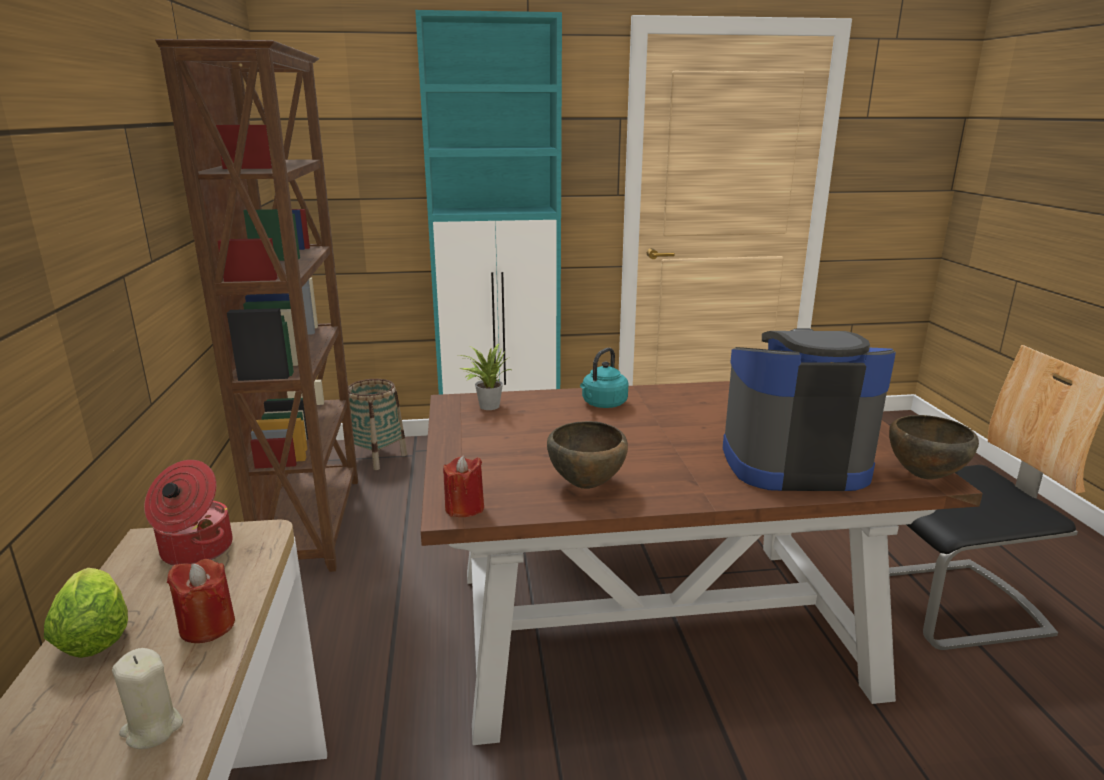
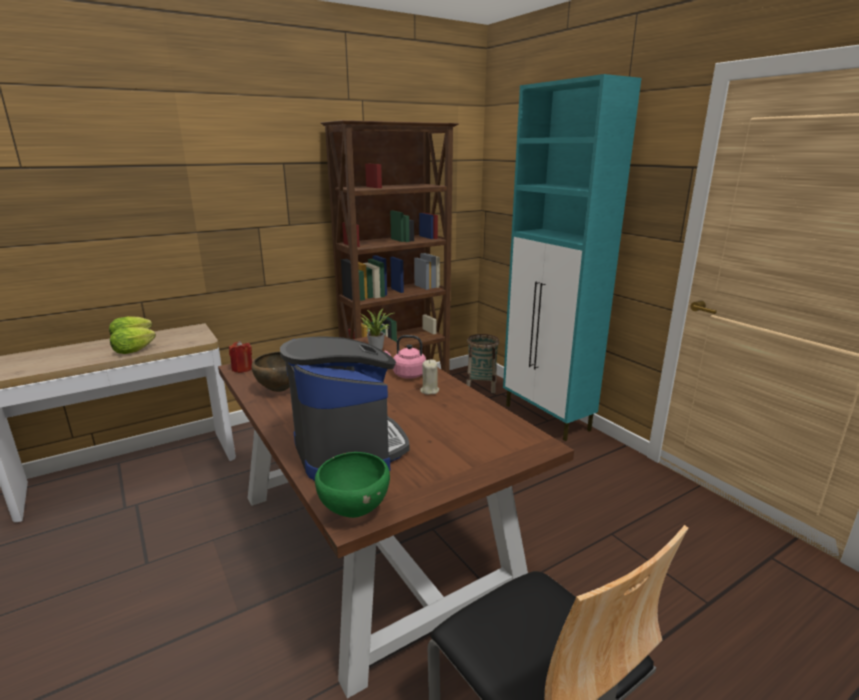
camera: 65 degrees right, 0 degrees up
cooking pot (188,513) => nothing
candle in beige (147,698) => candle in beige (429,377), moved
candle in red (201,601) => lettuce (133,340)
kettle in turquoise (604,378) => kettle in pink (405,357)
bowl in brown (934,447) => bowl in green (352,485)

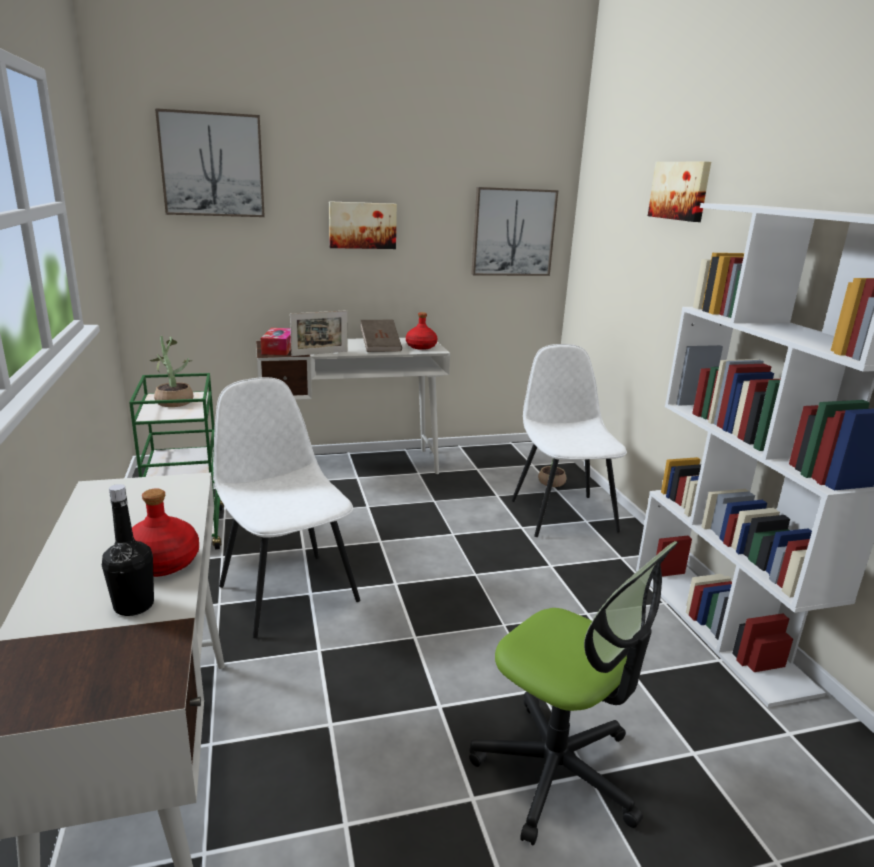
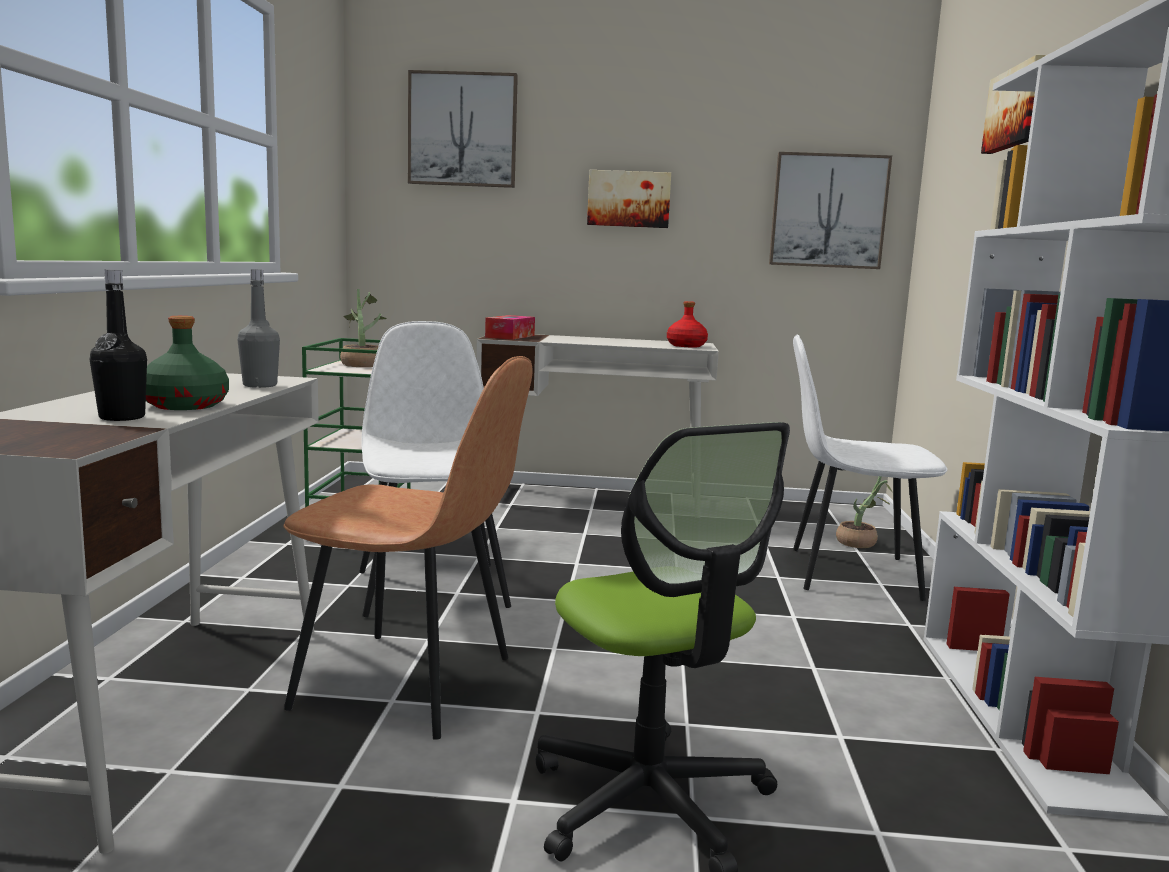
camera: 20 degrees right, 10 degrees down
picture frame (319,333) => nothing
book in brown (381,336) => nothing
nothing => bottle in grey (258,328)
nothing => chair in brown (408,548)
bottle in red (165,532) => bottle in green (187,363)
chair in white (569,440) => chair in white (870,468), 90 degrees counterclockwise

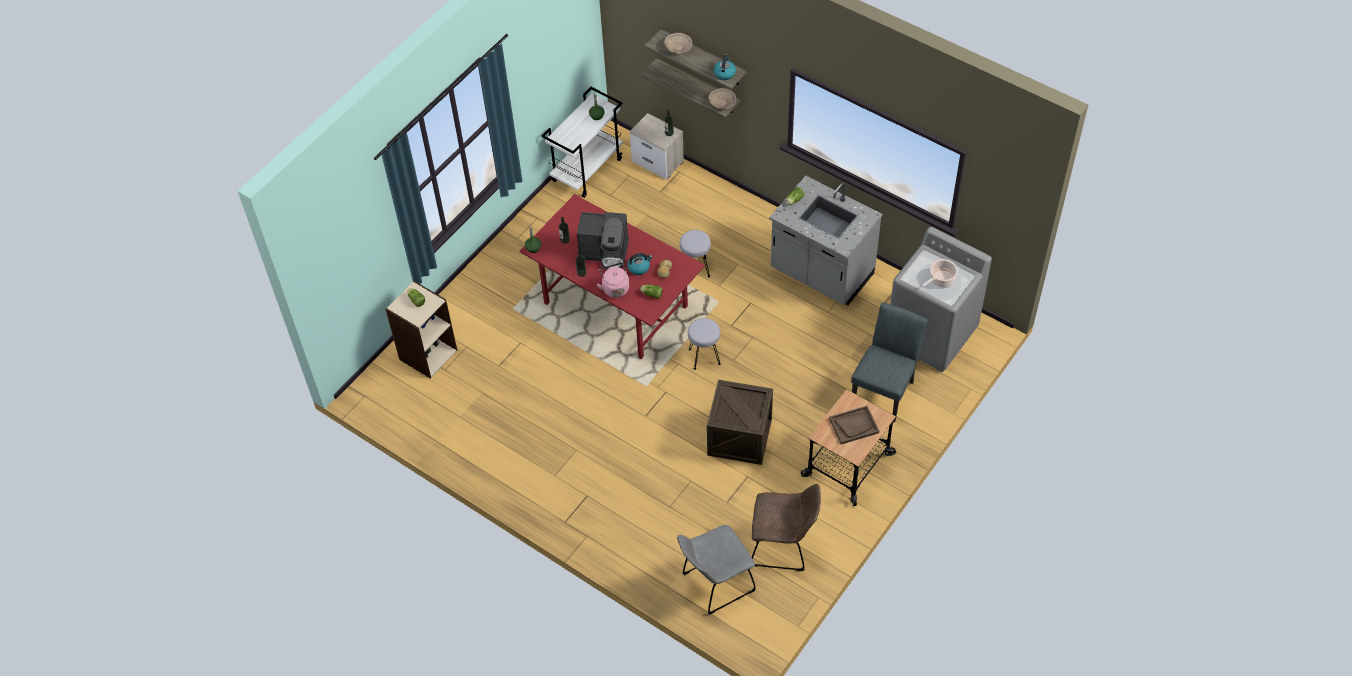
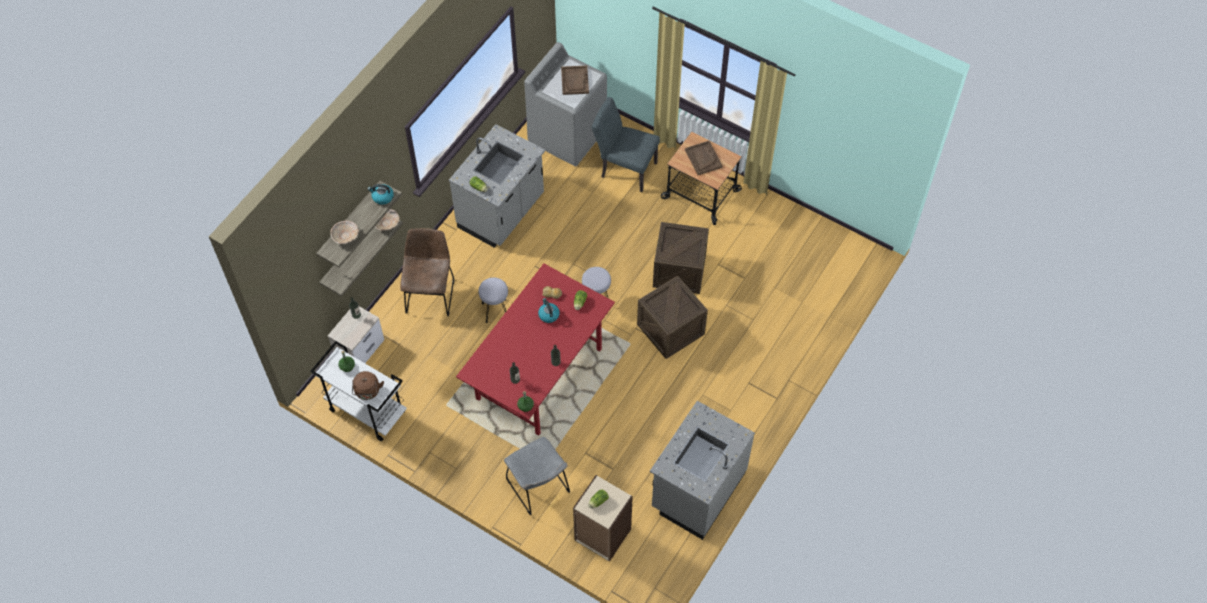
camera: 95 degrees left, 5 degrees up
coffee machine (603,241) => nothing
kettle in pink (613,280) => nothing
nothing => kettle in brown (368,385)
nothing => crate (672,317)
nothing => counter in grey (702,470)
chair in grey (716,570) => chair in grey (537,476), moved
chair in brown (786,527) => chair in brown (427,272), moved
cooking pot (940,273) => tray in brown (575,80)

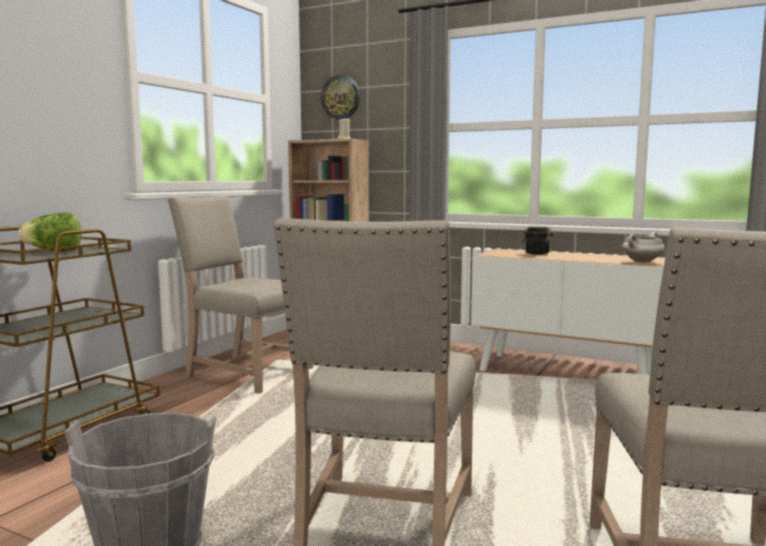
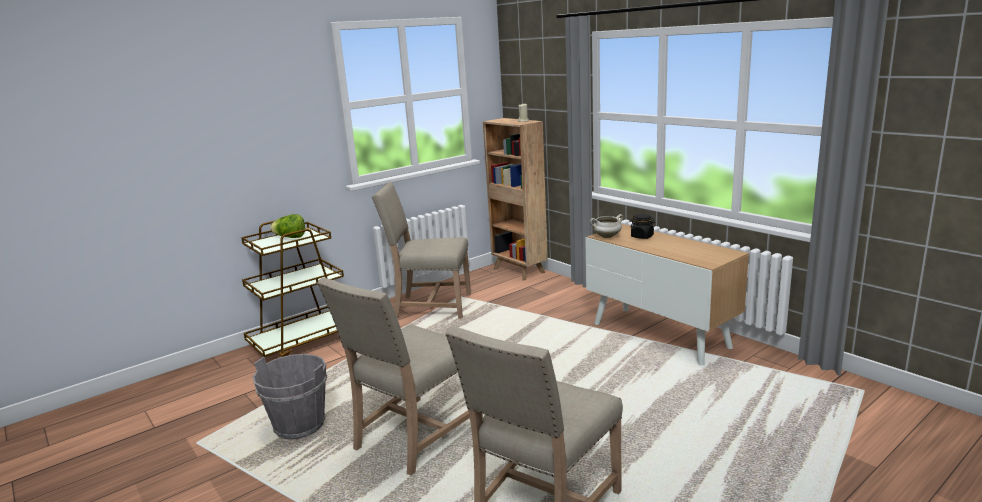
camera: 25 degrees right, 10 degrees up
wall clock (340,97) => nothing
cooking pot in white (643,247) => cooking pot in white (606,226), moved
chair in beige (240,295) => chair in beige (421,250), 45 degrees counterclockwise

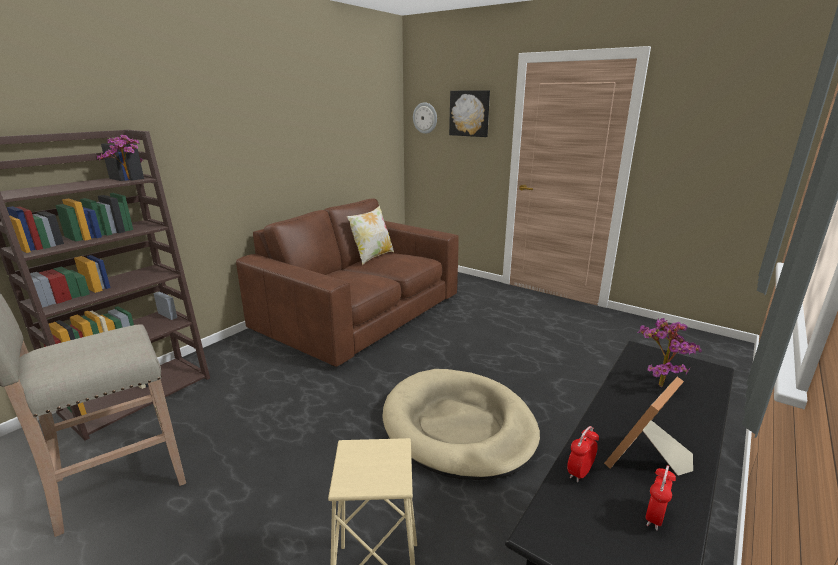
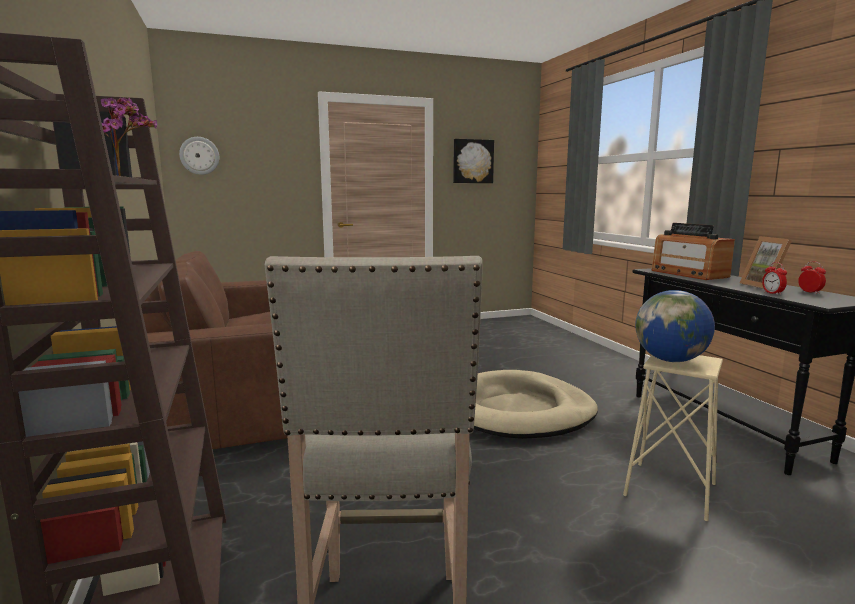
camera: 55 degrees left, 10 degrees down
pillow (370,235) => nothing
nothing => globe (675,326)
picture (469,113) => picture (473,161), moved
potted plant (670,352) => radio (693,251)

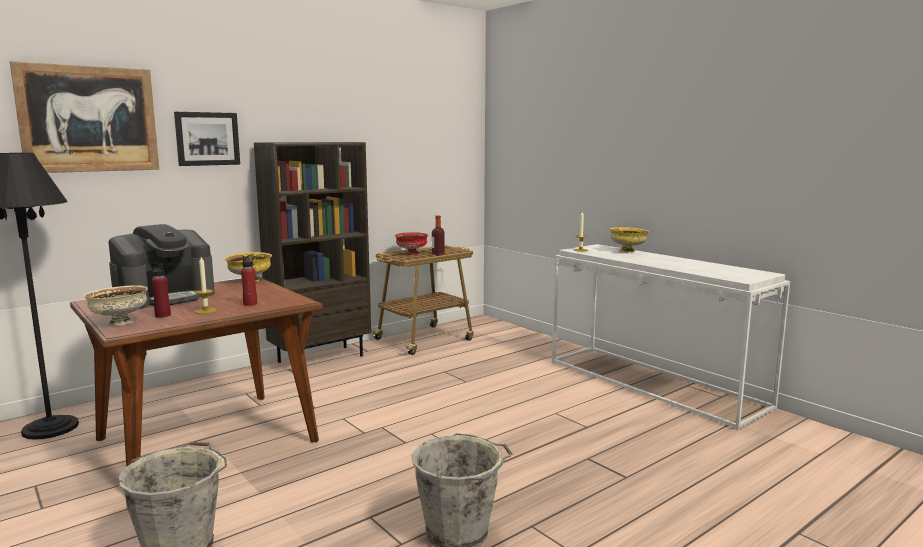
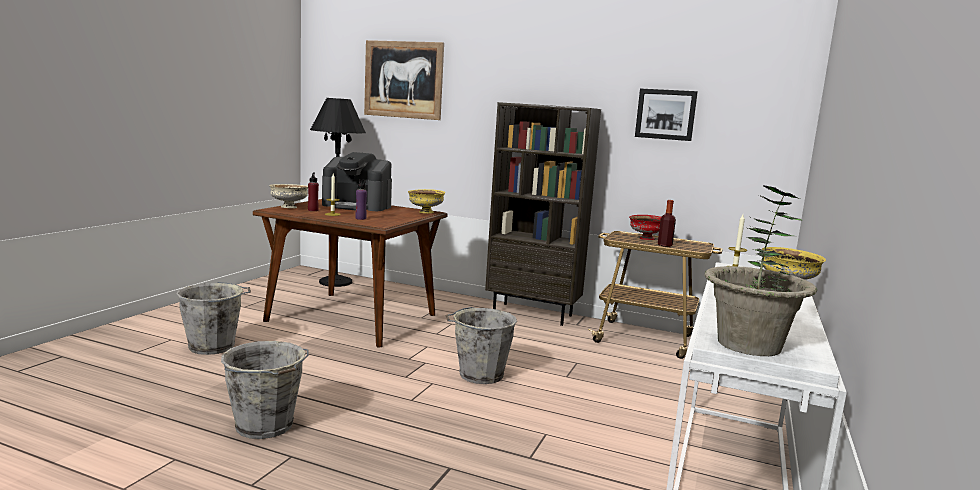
camera: 60 degrees right, 0 degrees up
nothing => bucket in grey (481,345)
nothing => potted plant (760,270)
picture (207,139) => picture (666,114), moved
bottle in red (249,280) => bottle in purple (361,199)

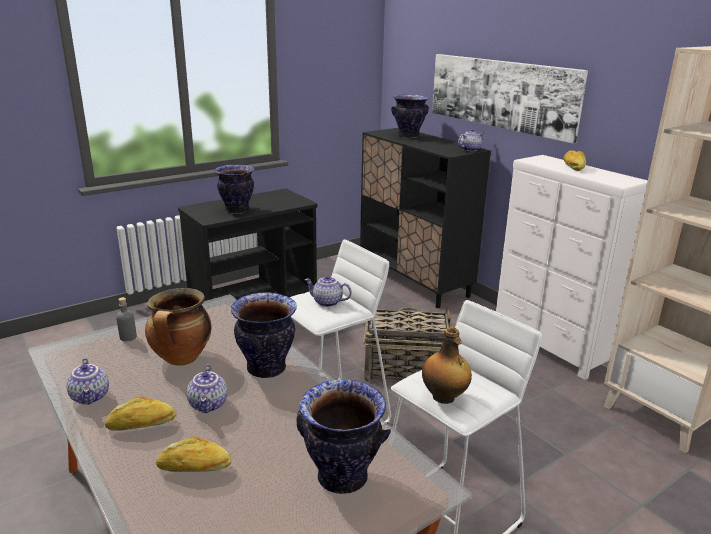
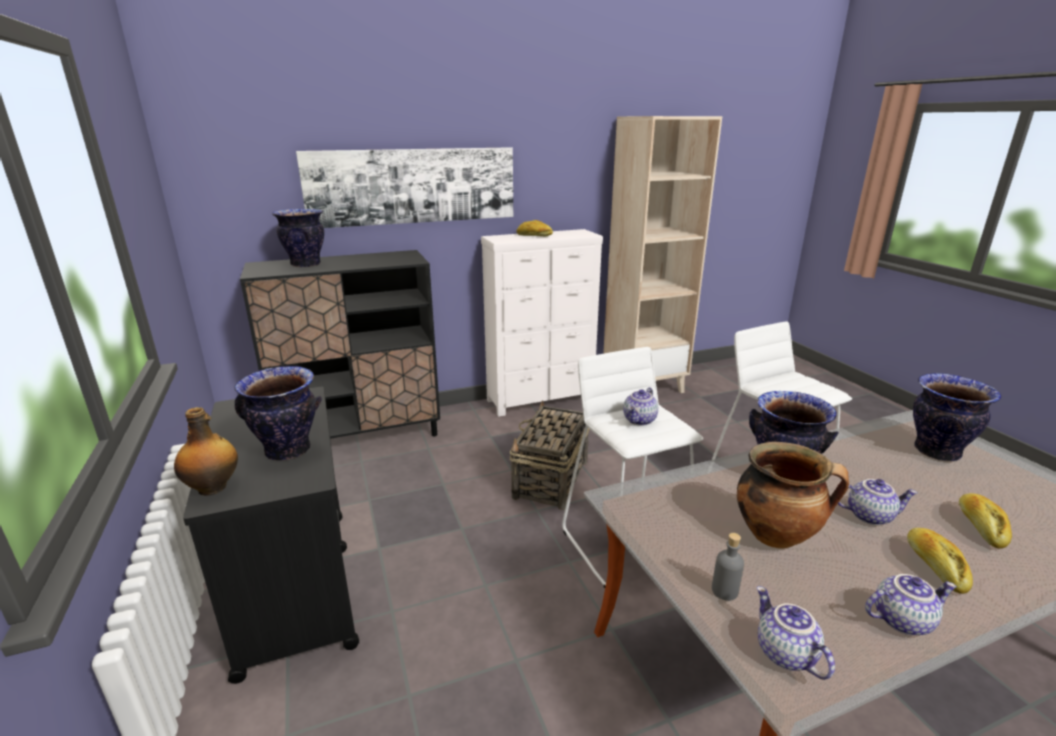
camera: 75 degrees left, 0 degrees up
bottle (447,365) => bottle (206,451), moved
teapot (471,140) => teapot (796,633), moved

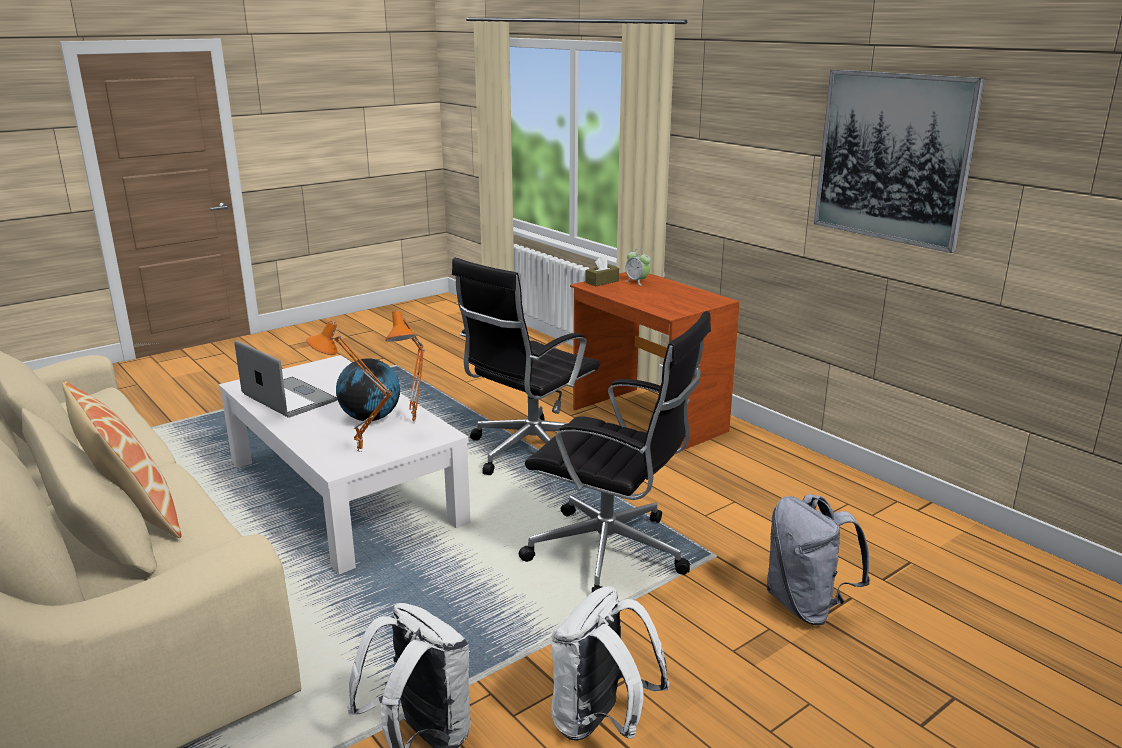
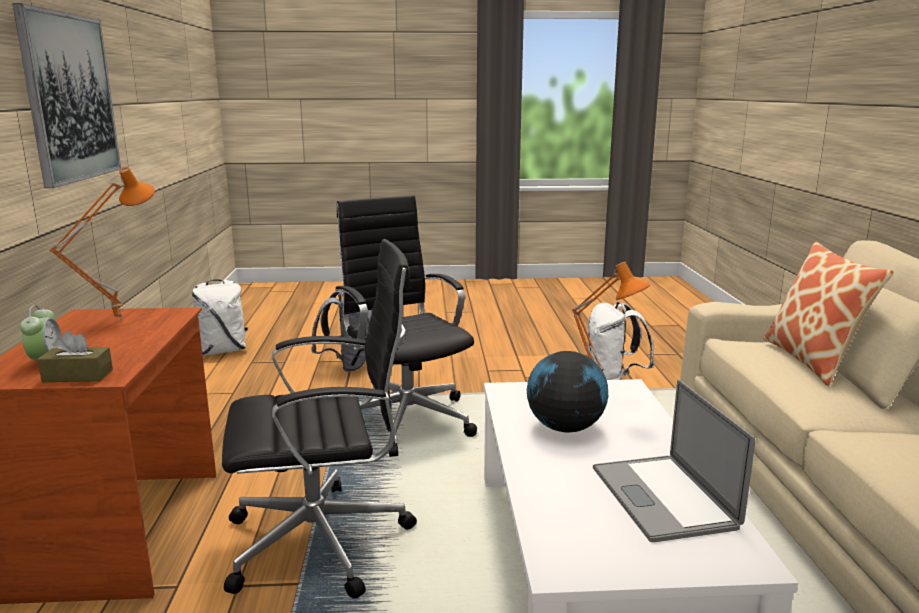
camera: 145 degrees left, 5 degrees down
table lamp in orange (405,367) => table lamp in orange (102,244), moved
backpack in white (610,663) => backpack in white (220,317), moved

